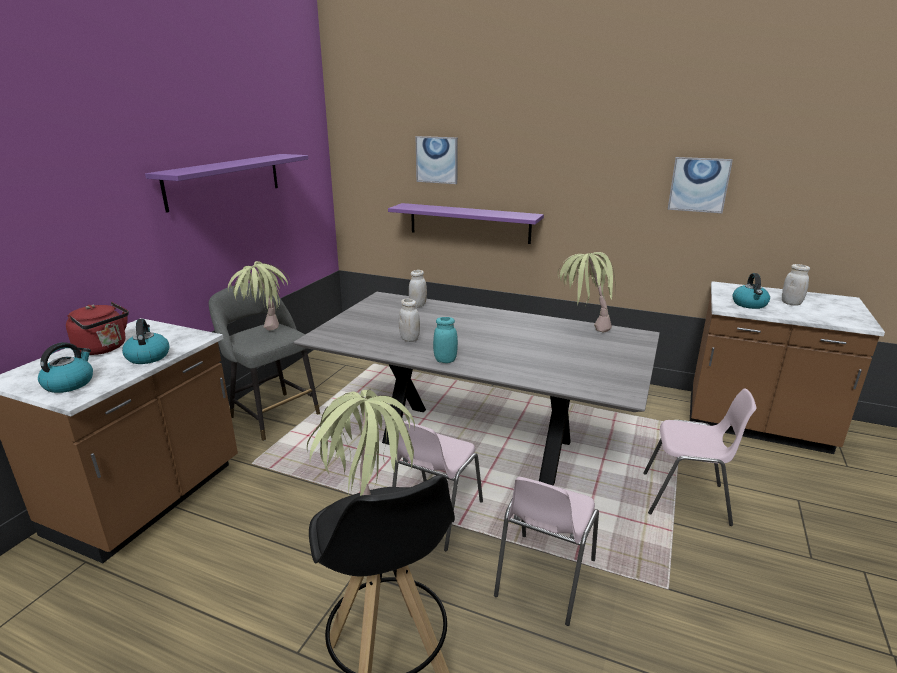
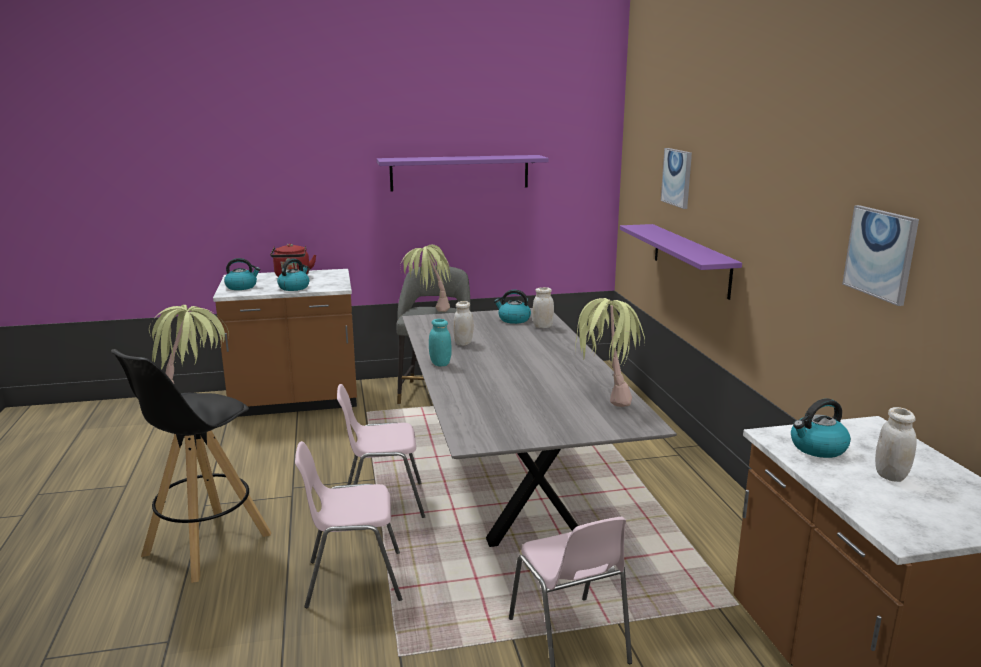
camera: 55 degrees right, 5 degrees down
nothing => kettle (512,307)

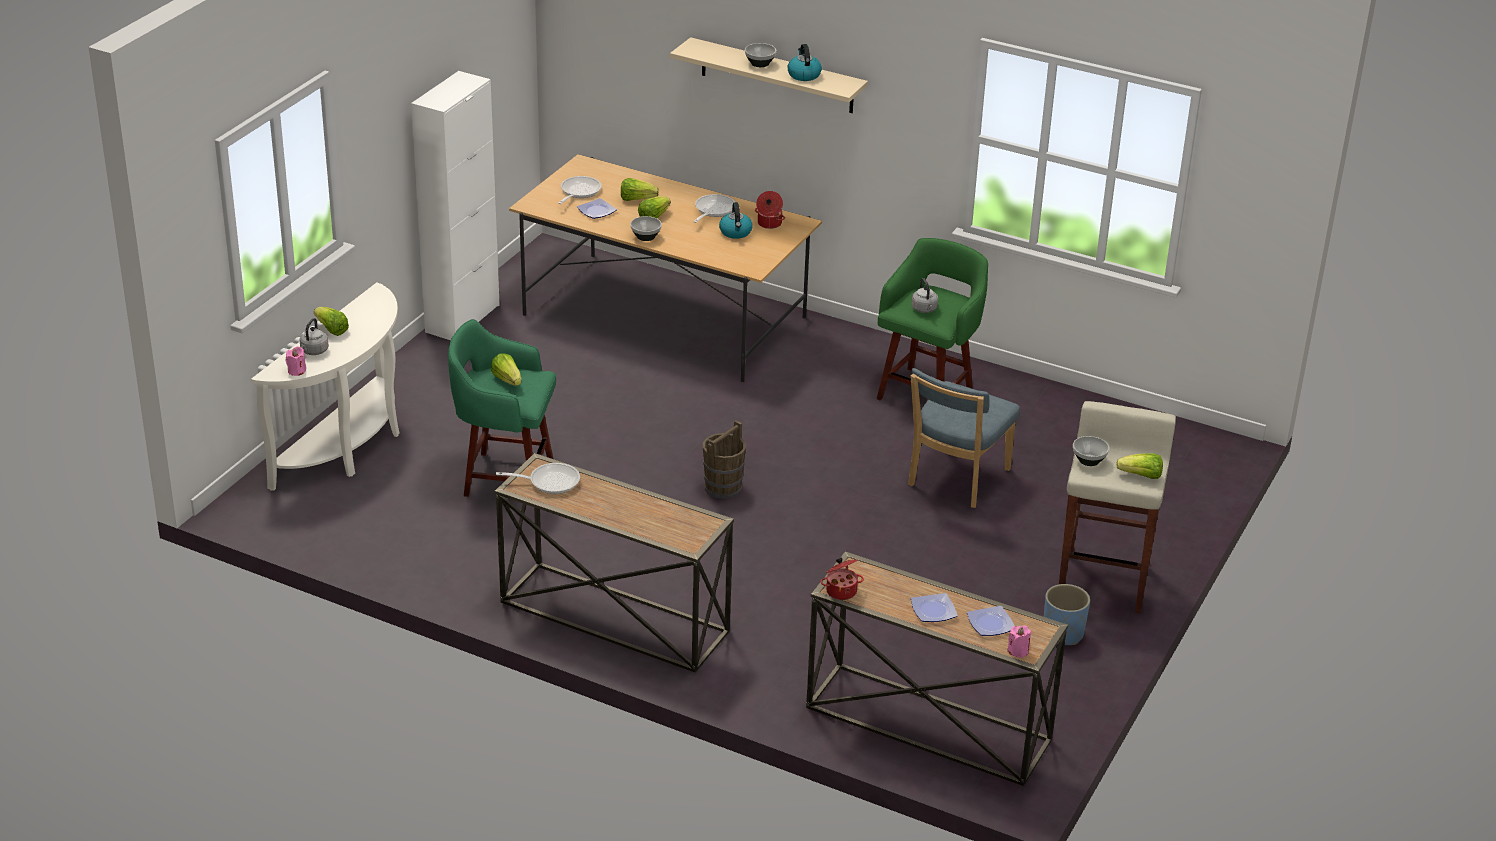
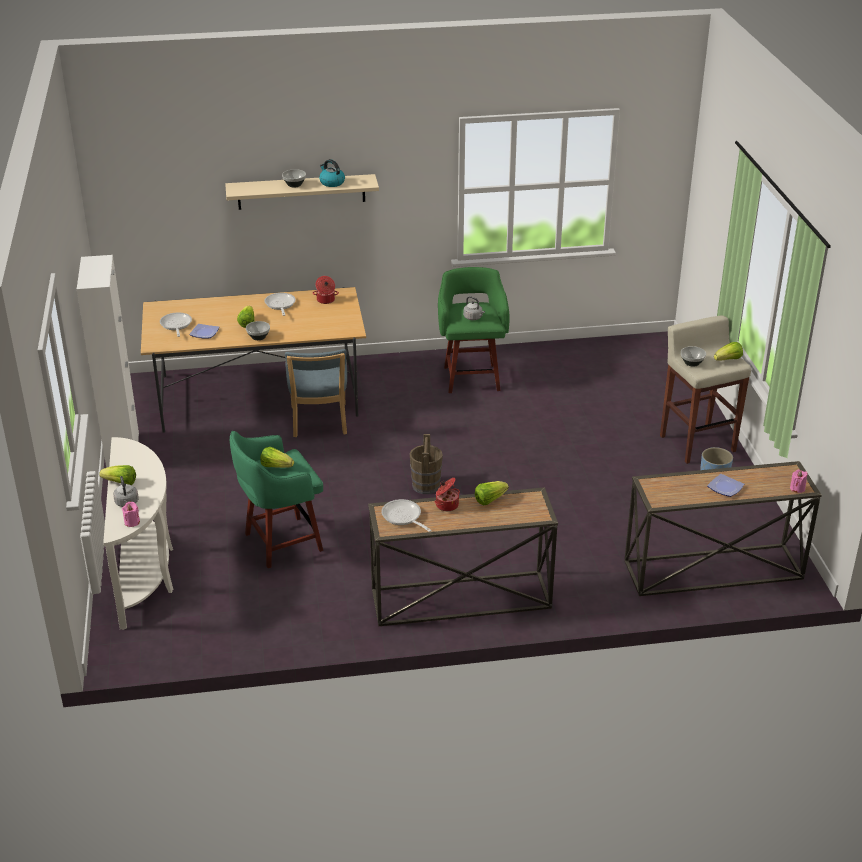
camera: 35 degrees left, 0 degrees up
kettle (736,220) => nothing
plate (991,621) => nothing
lettuce (640,189) => lettuce (492,493), moved
cooking pot (842,578) => cooking pot (447,494), moved
chair in blue (964,438) => chair in blue (316,393), moved
frying pan (538,478) => frying pan (406,515), 90 degrees counterclockwise

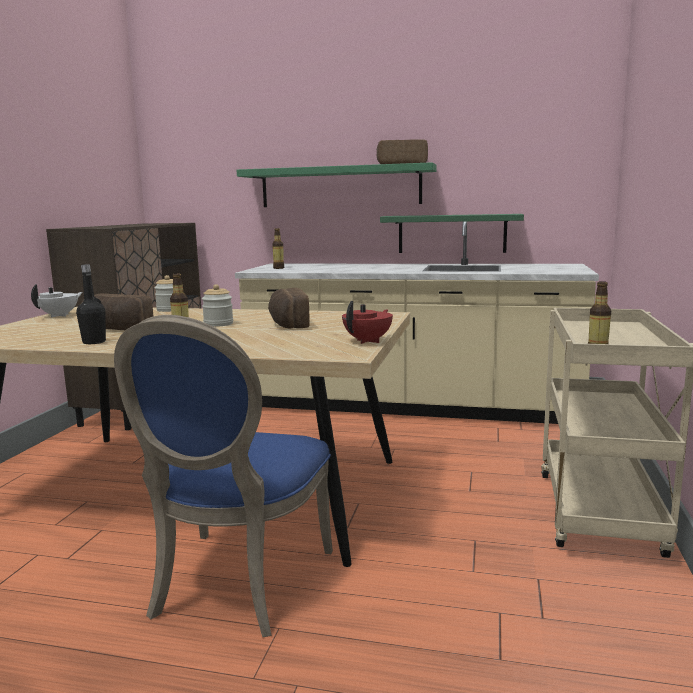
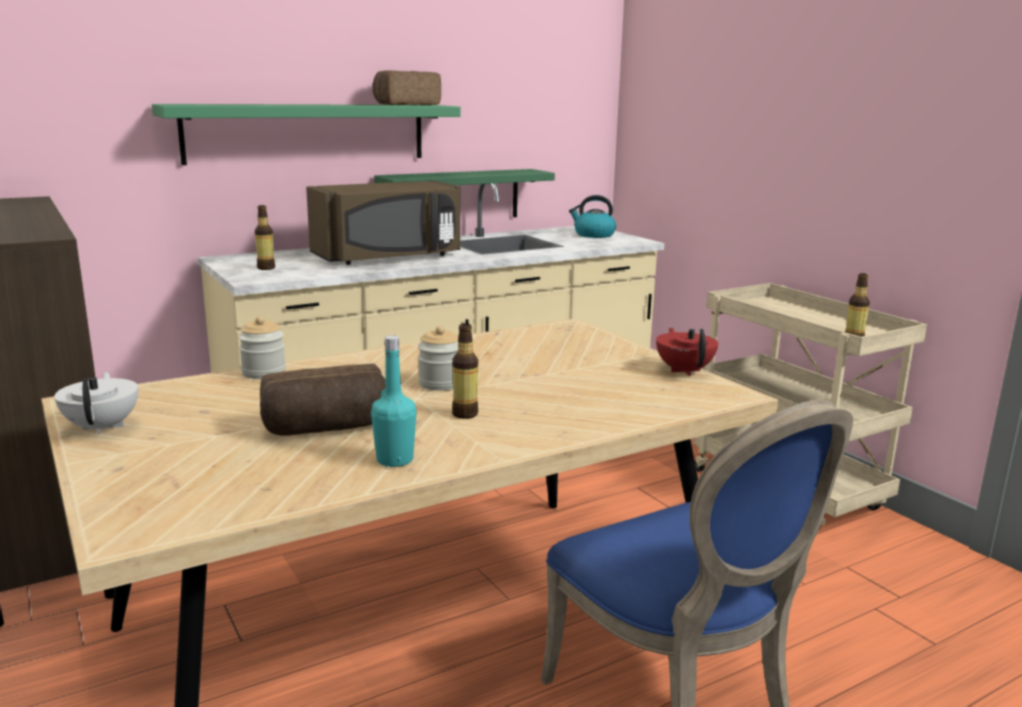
camera: 45 degrees left, 5 degrees up
bread (289,308) => nothing
nothing => microwave in brown (383,223)
nothing => kettle (592,216)
bottle in black (91,304) => bottle in turquoise (394,401)

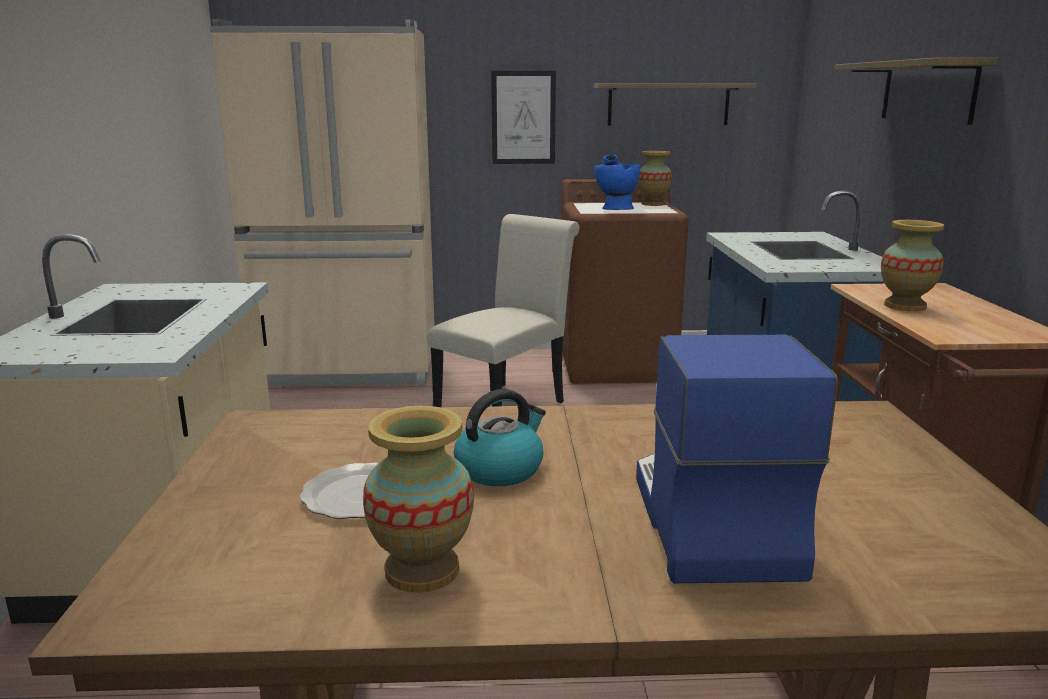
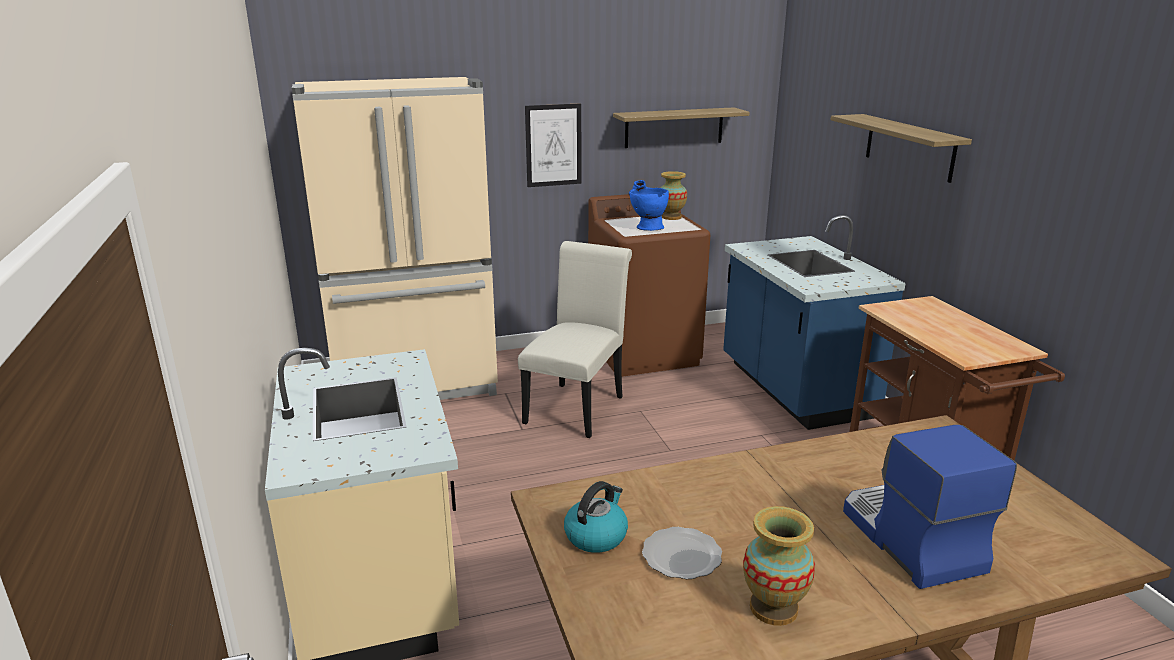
camera: 15 degrees left, 5 degrees up
vase (912,266) => nothing
kettle (500,437) => kettle (596,517), moved

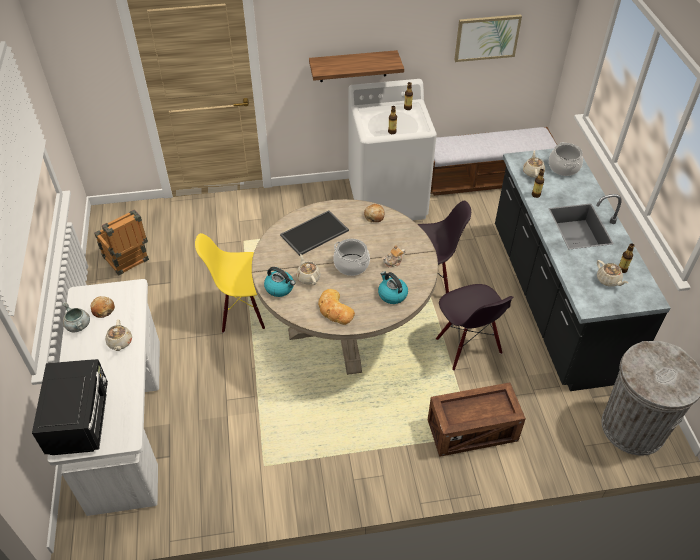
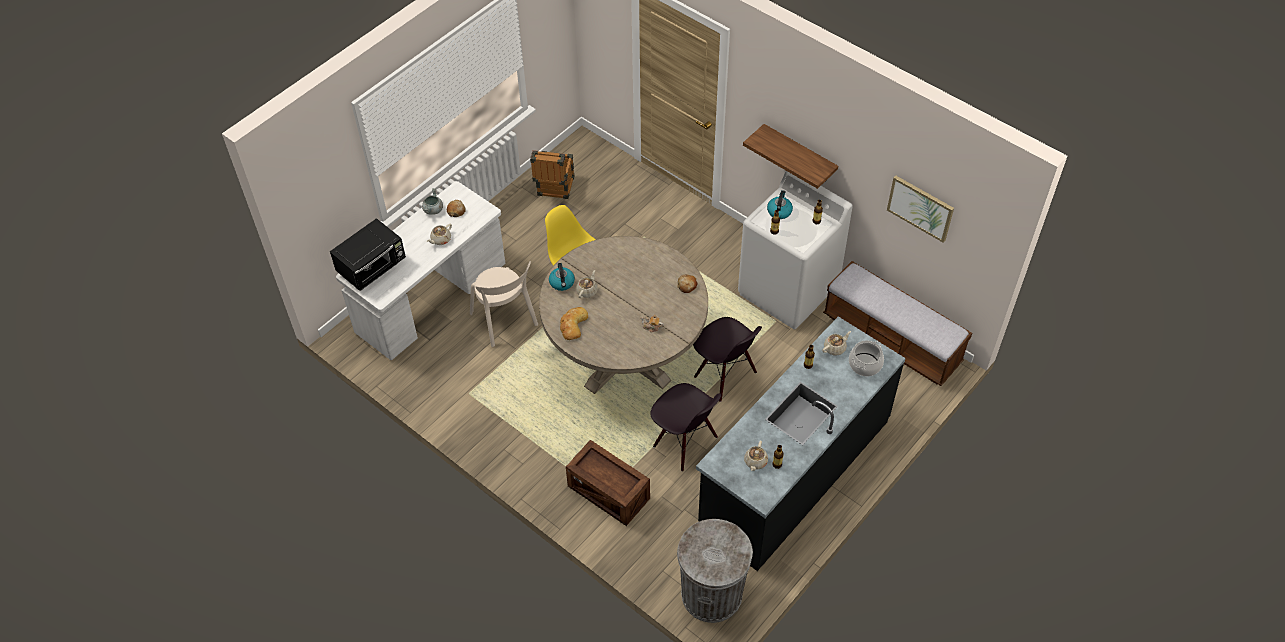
camera: 50 degrees right, 5 degrees up
tray (314,233) => nothing
cooking pot (351,257) => nothing
nothing => chair in beige (504,304)
kettle (393,287) => kettle (780,204), moved
chair in black (474,327) => chair in black (685,427), 75 degrees counterclockwise

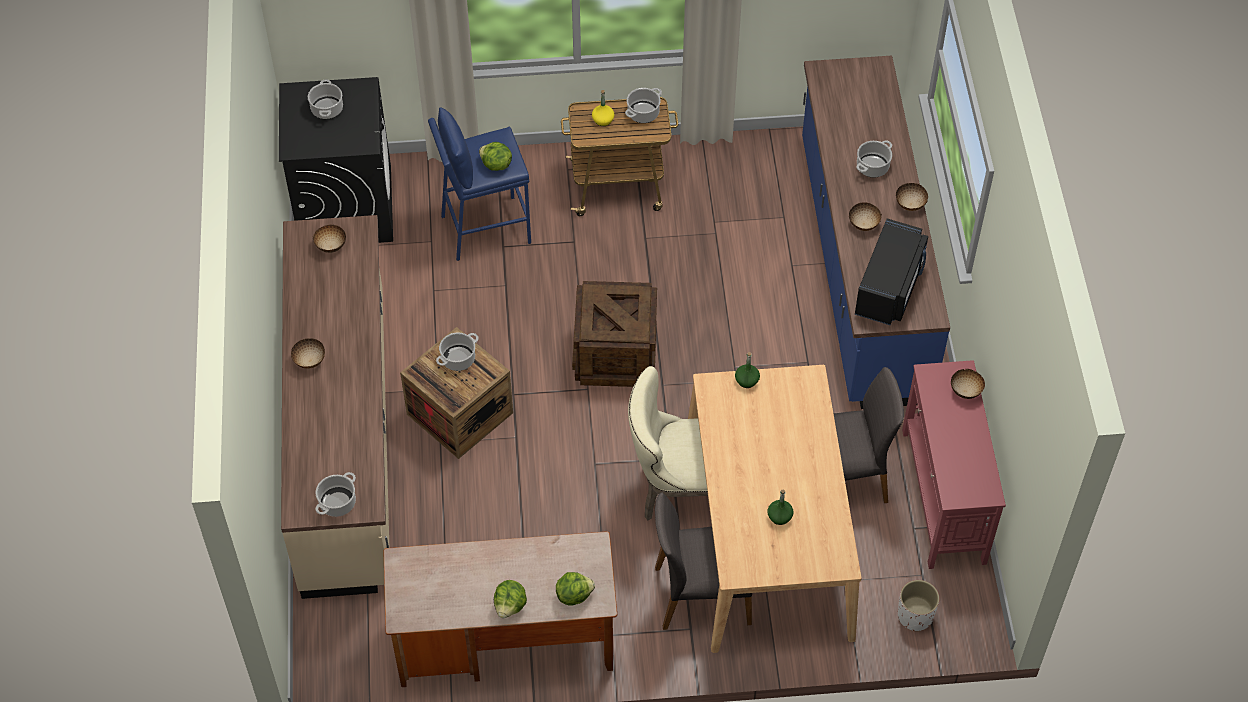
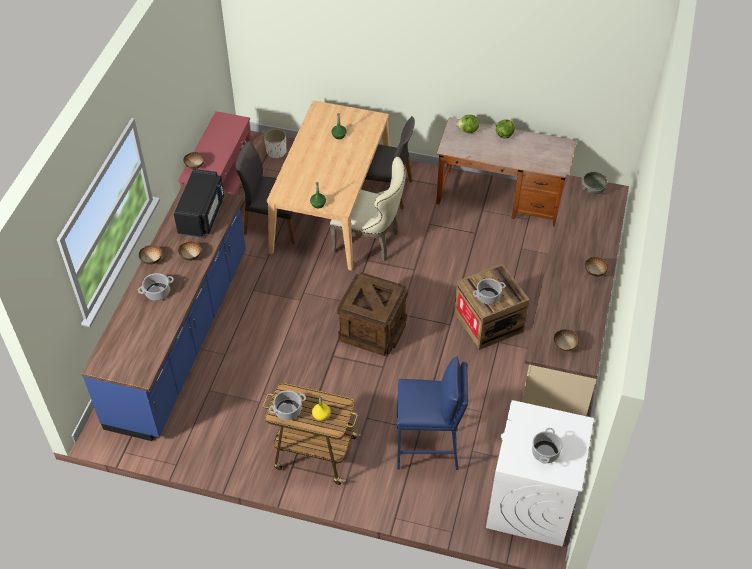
camera: 160 degrees left, 5 degrees down
lettuce (495,156) => nothing
cooking pot (336,494) => bowl in grey (594,183)
washing machine in black (336,160) => washing machine in white (540,473)
microwave in black (891,272) => microwave in black (199,203), 150 degrees clockwise

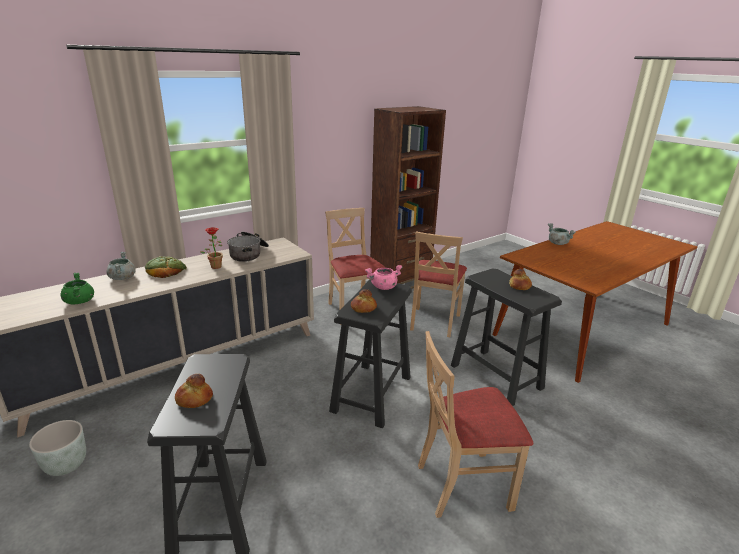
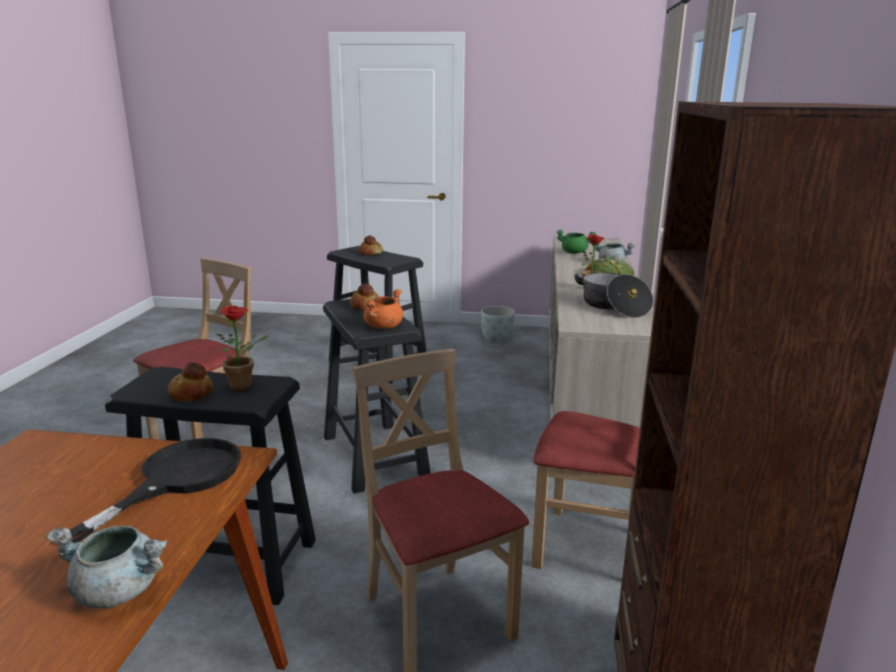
camera: 135 degrees right, 5 degrees down
nothing => frying pan in black (155,490)
nothing => potted plant (242,348)
cooking pot in pink (384,277) => cooking pot in orange (383,309)

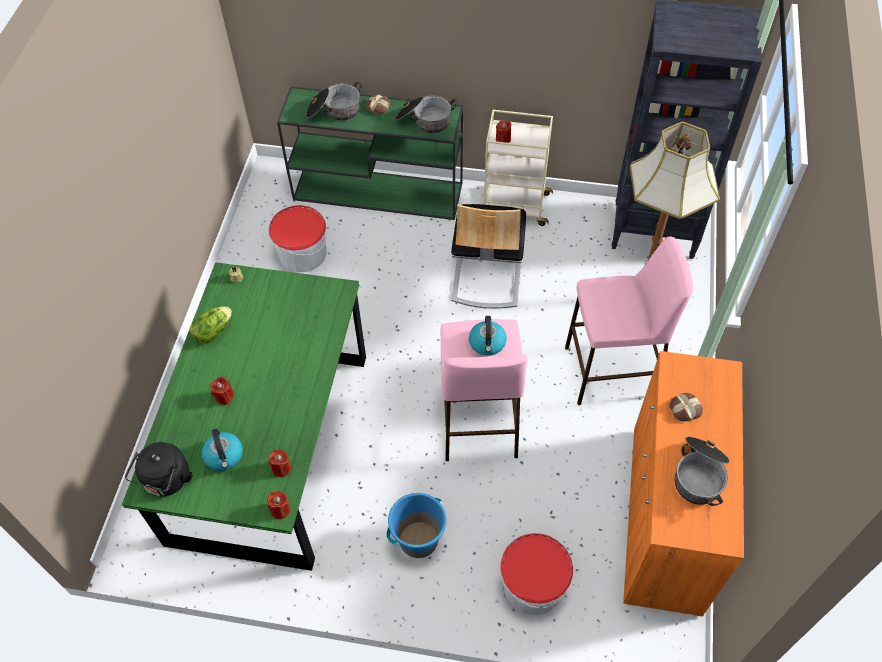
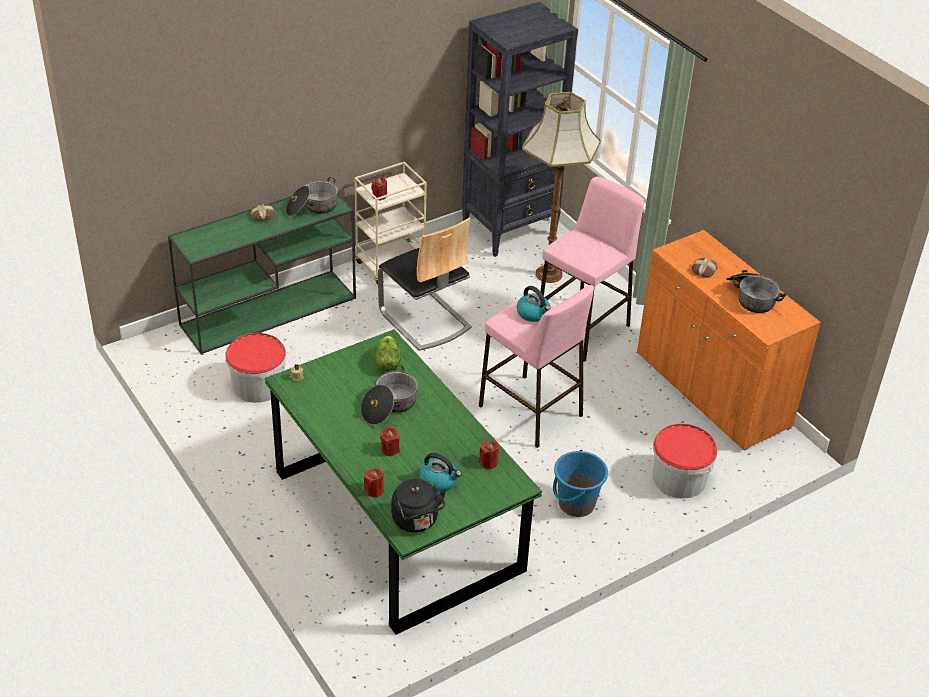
camera: 45 degrees left, 15 degrees down
lettuce (211,324) => lettuce (388,354), moved
candle in red (278,505) => candle in red (374,482), moved
cooking pot (334,101) => cooking pot (389,395), moved

